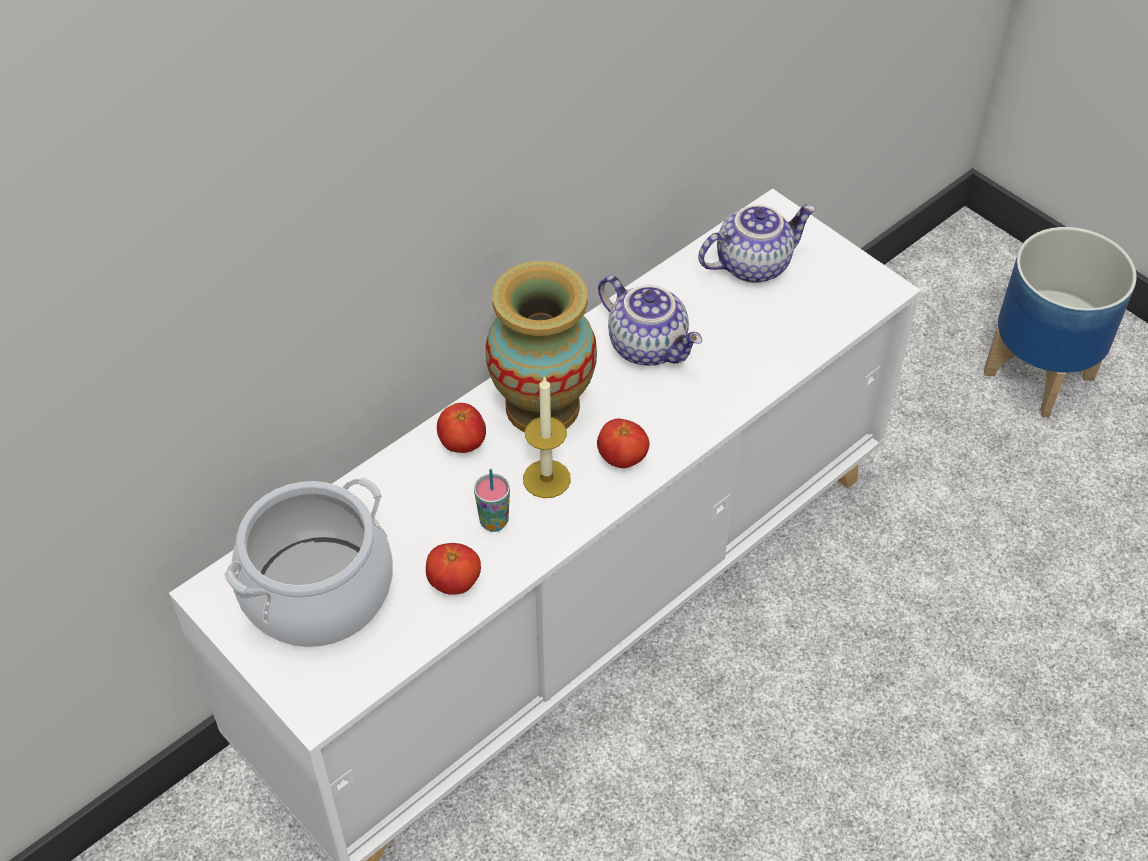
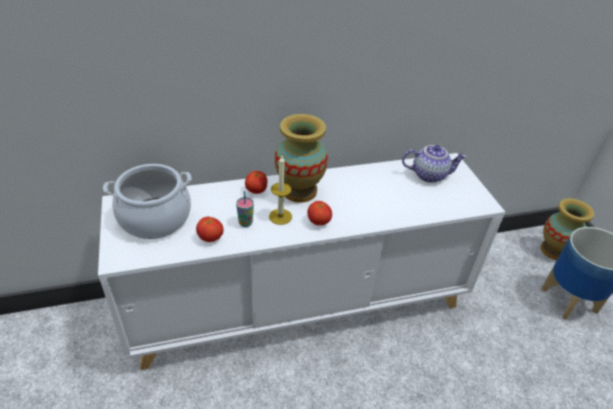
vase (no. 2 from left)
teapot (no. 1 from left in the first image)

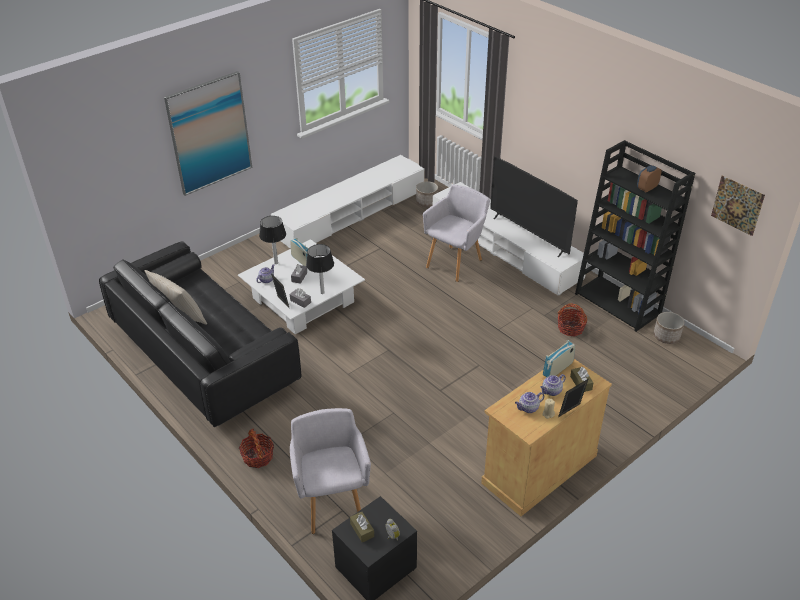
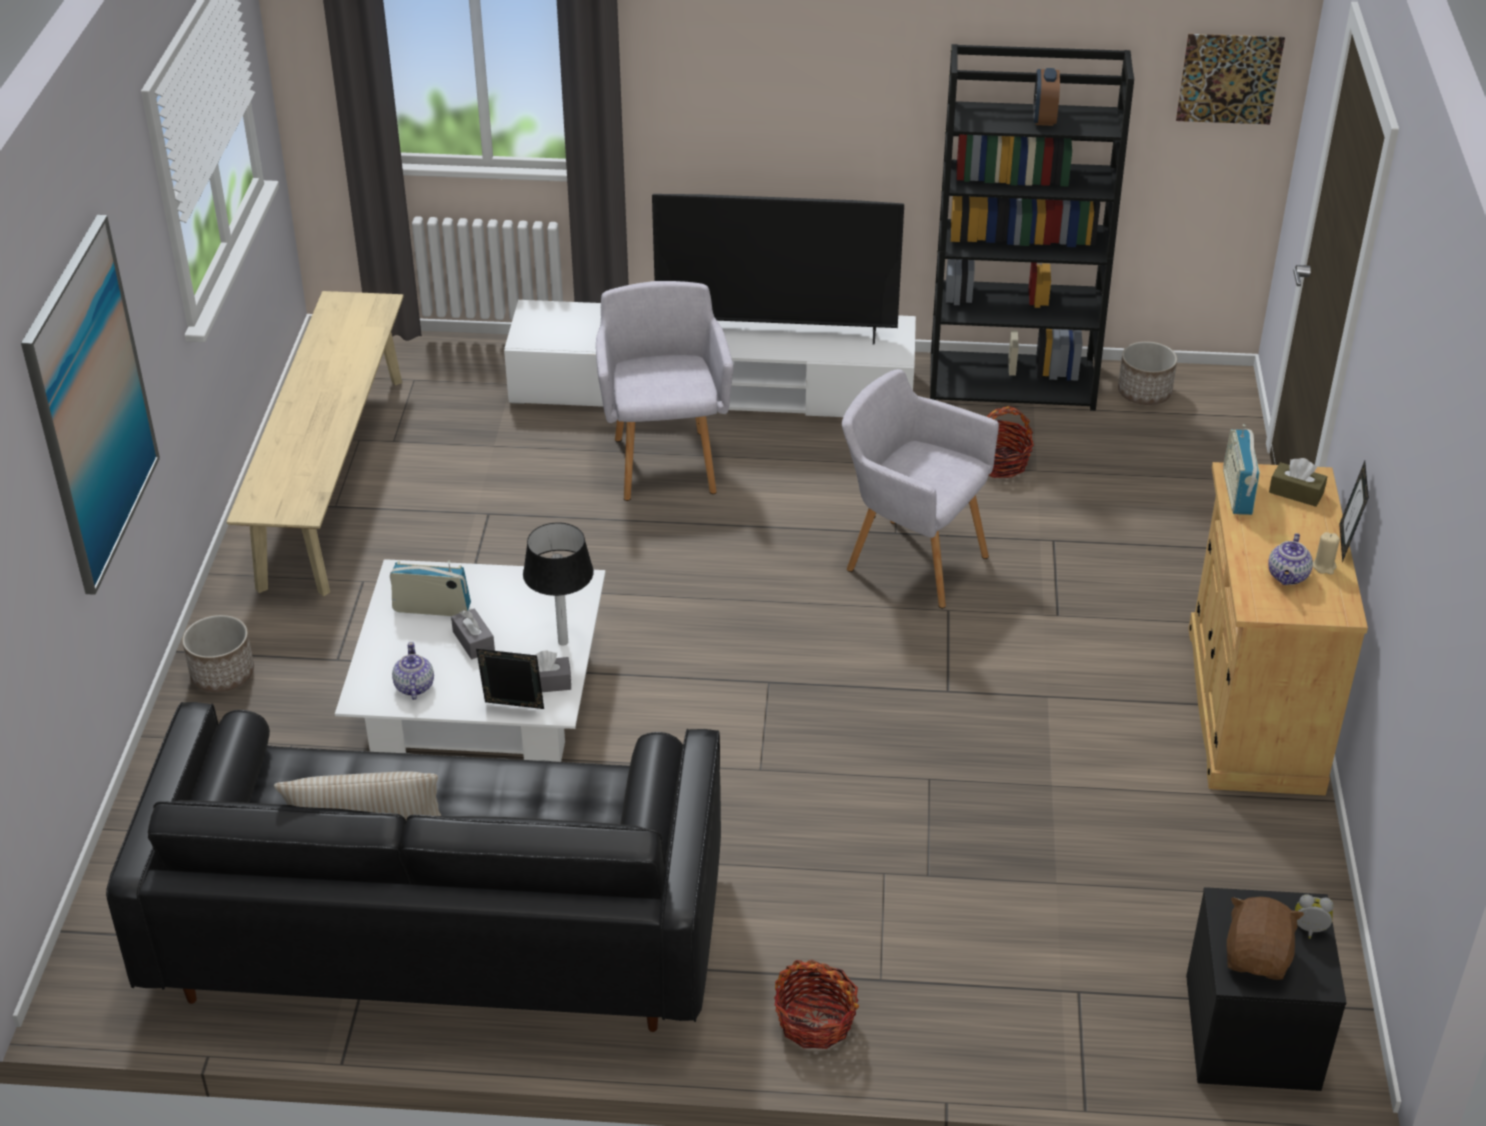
planter (no. 1 from left)
bench (beige)
armchair (grey) (no. 2 from left)
plush toy (brown)
table lamp (no. 1 from left in the first image)
teapot (no. 3 from left in the first image)

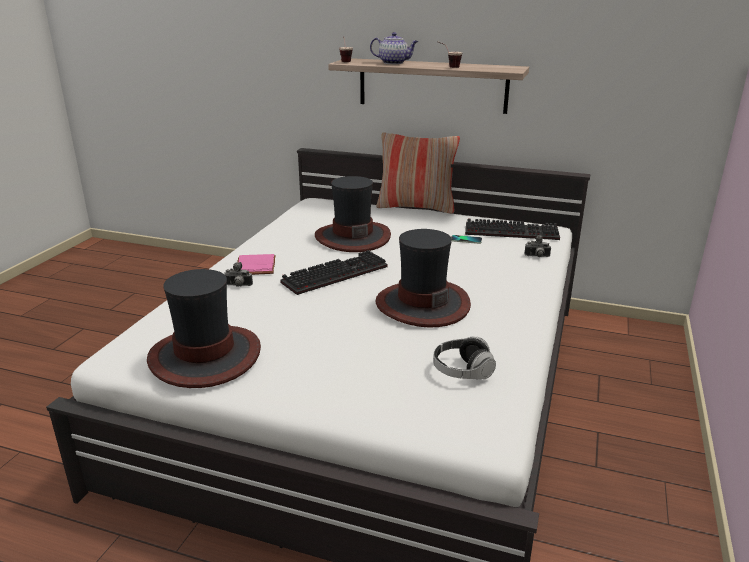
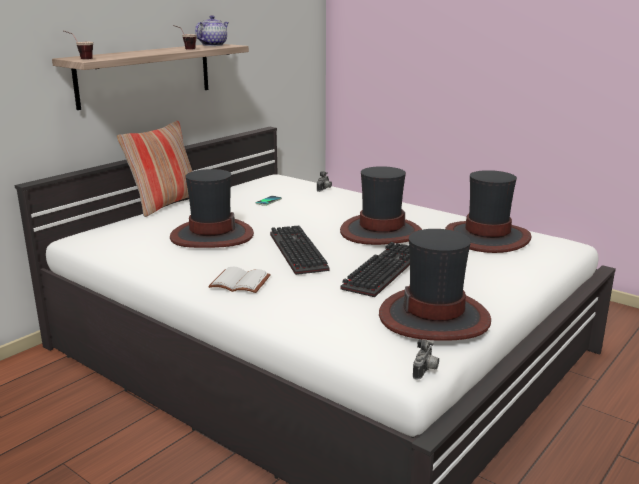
teapot
book (white)
keyboard (no. 2 from left)
photo camera (no. 2 from left)
hat (no. 4 from left)

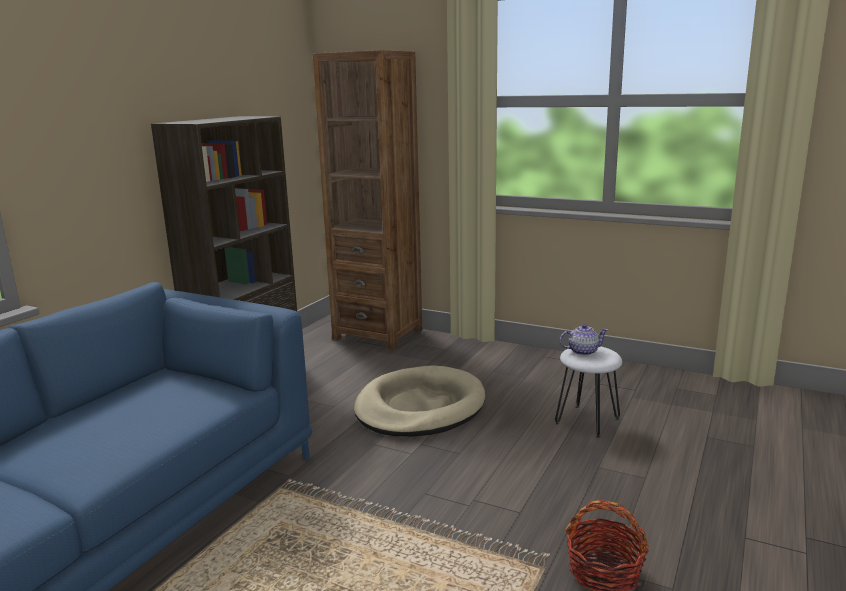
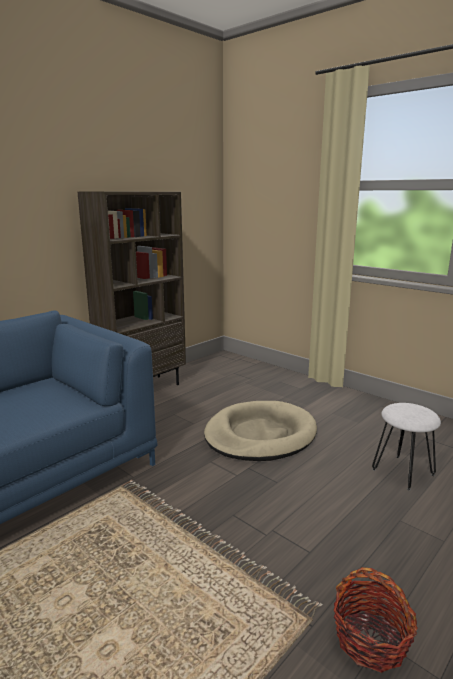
bookcase (brown) (no. 2 from left in the first image)
teapot

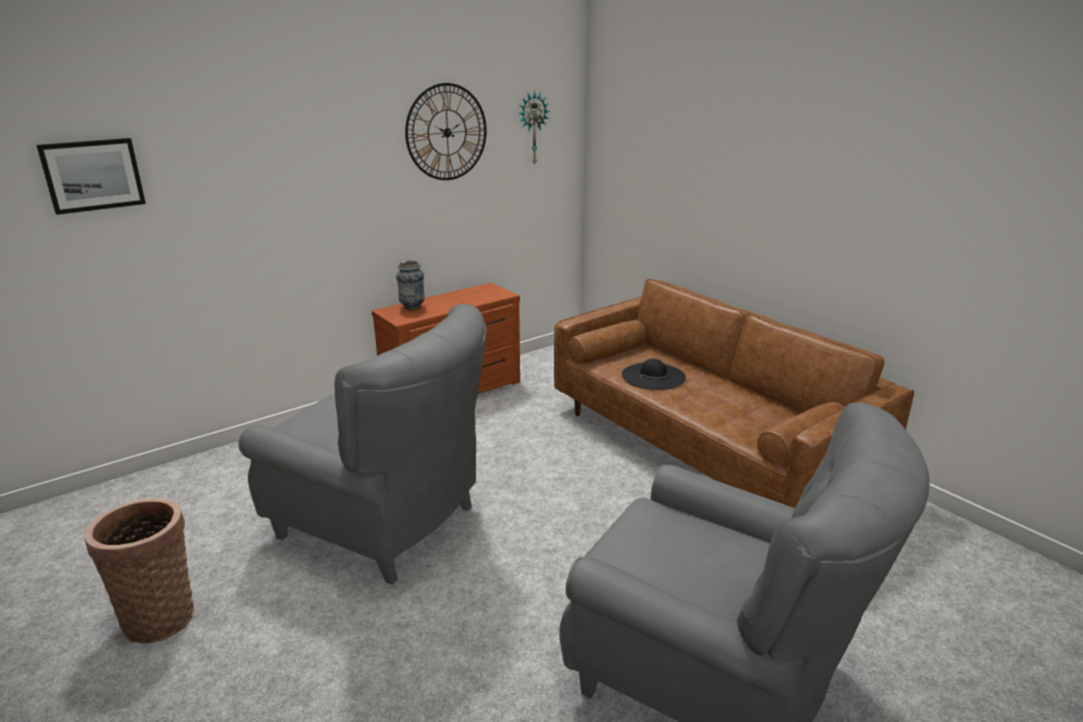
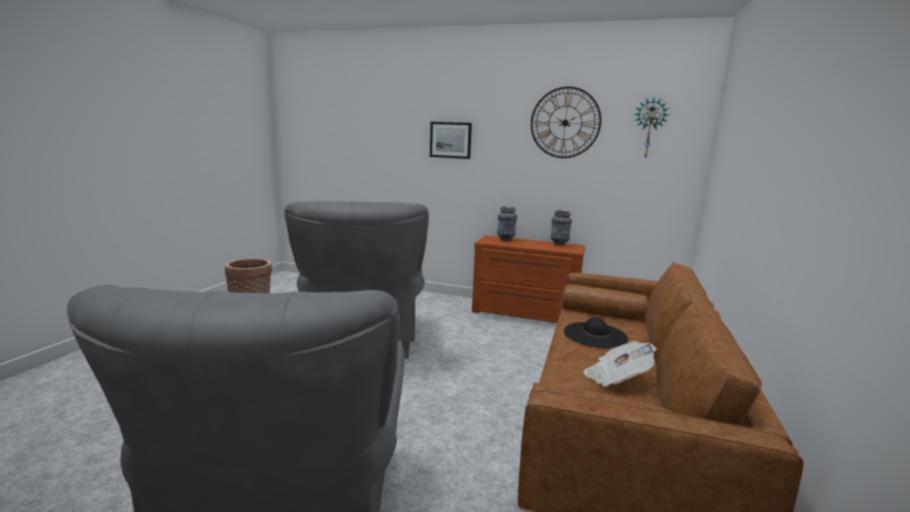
picture
vase (no. 2 from left)
newspaper

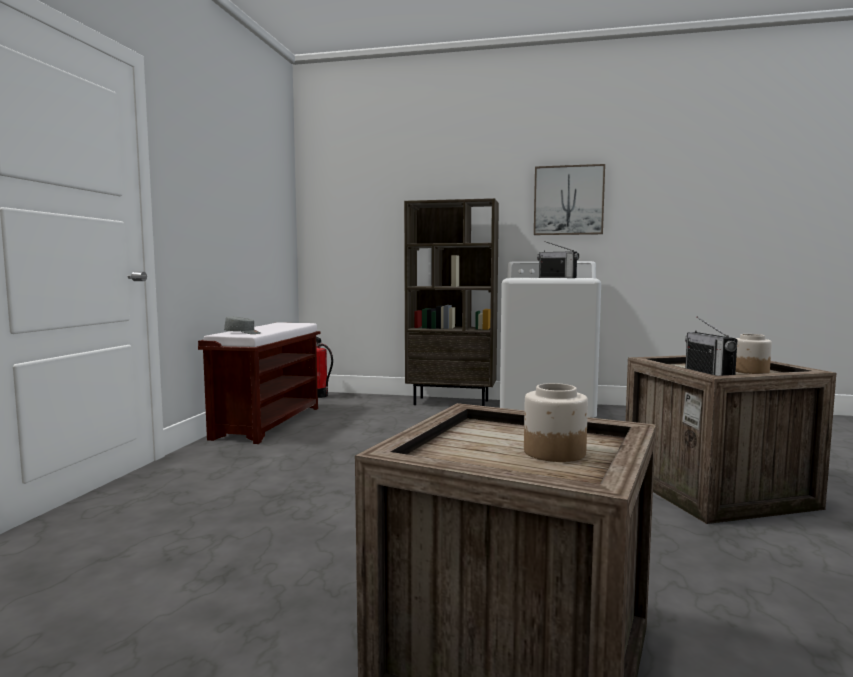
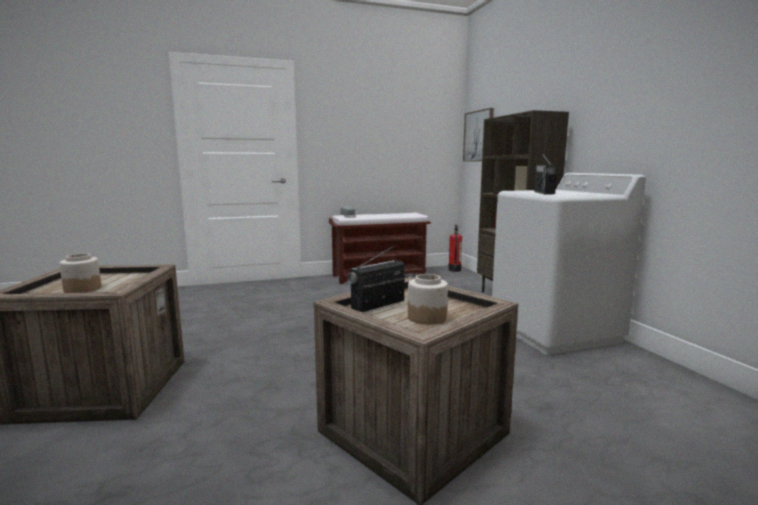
picture

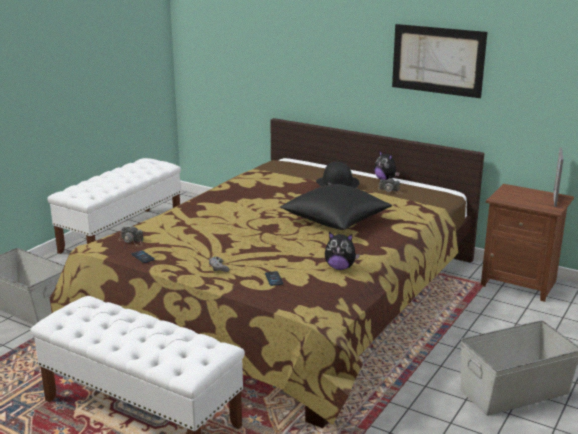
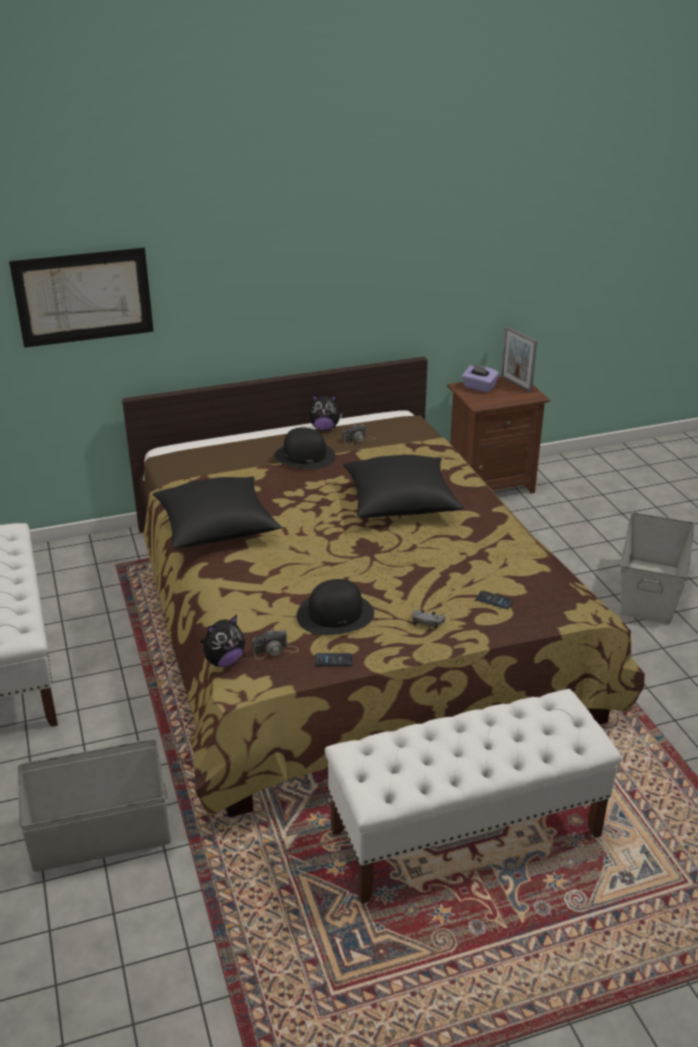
picture
pillow (black) (no. 1 from left)
plush toy (no. 1 from left)
hat (black) (no. 2 from left)
tissue box (purple)

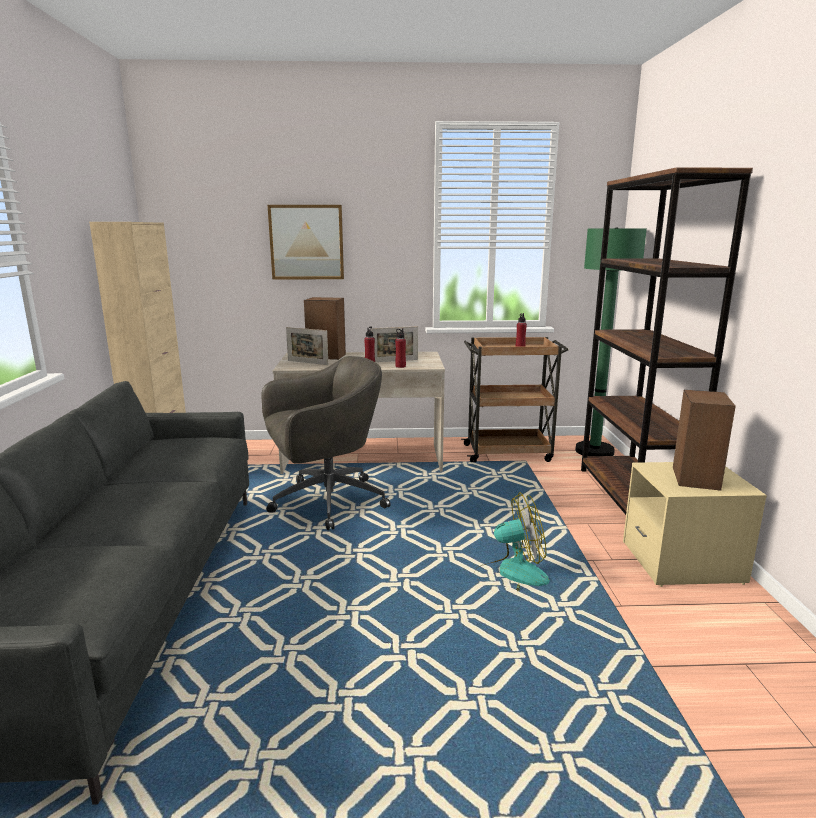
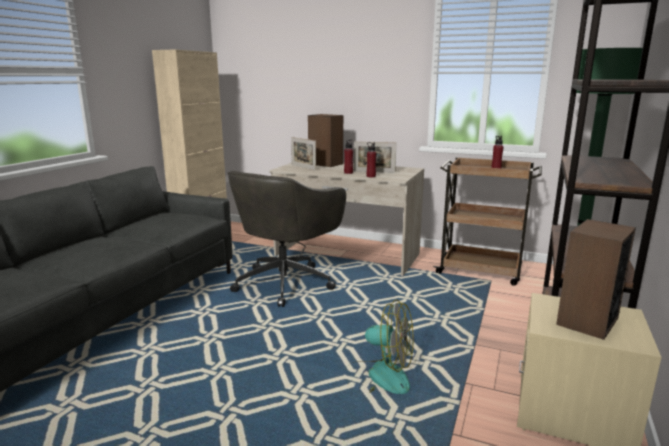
office chair (grey)
picture

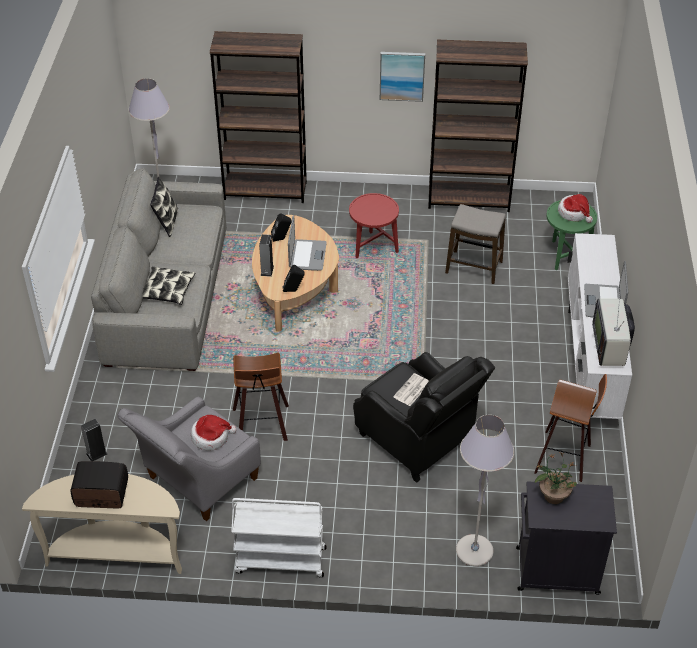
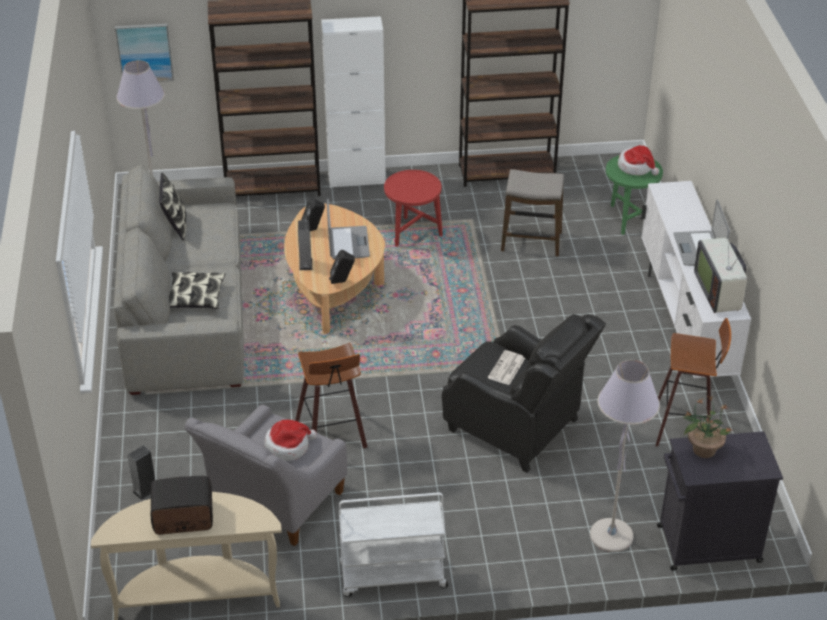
picture
cabinet (white)

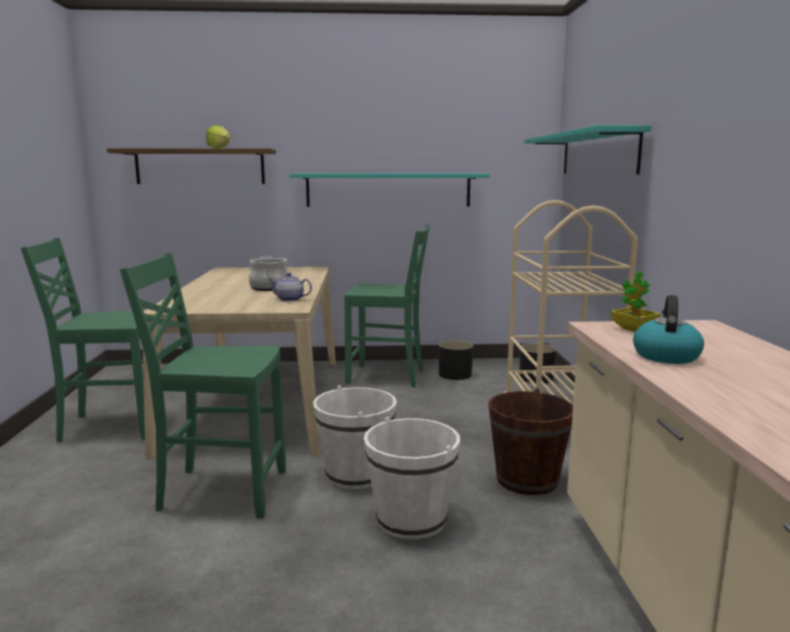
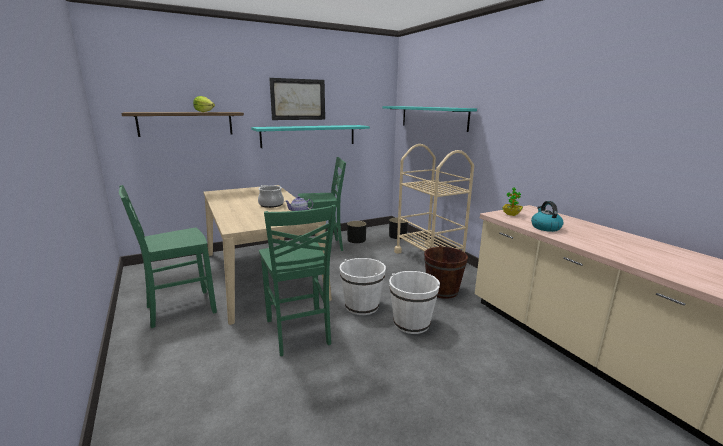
chair (green) (no. 2 from left)
picture

